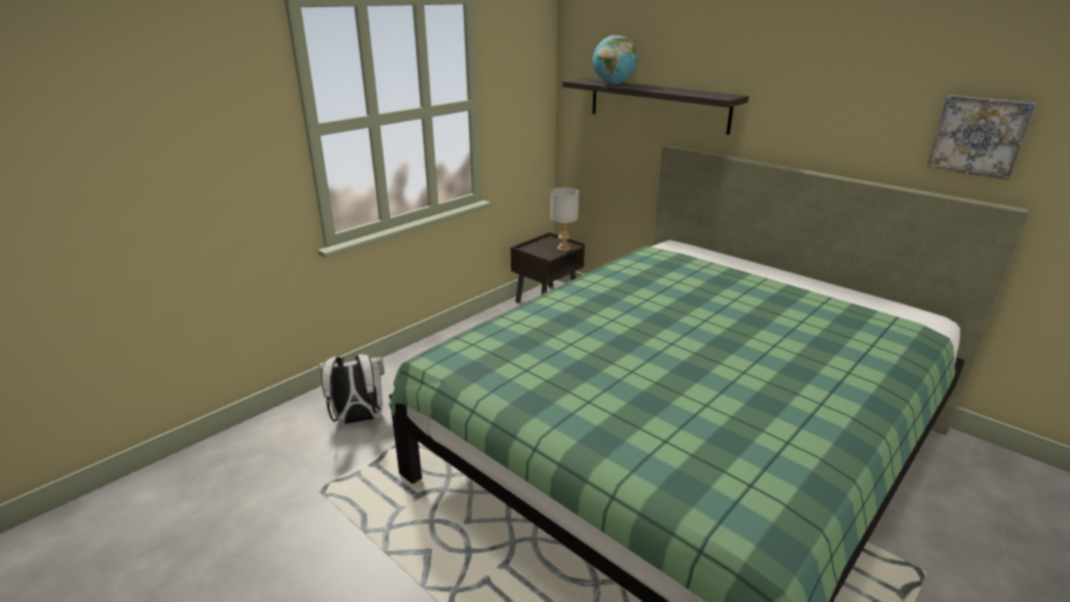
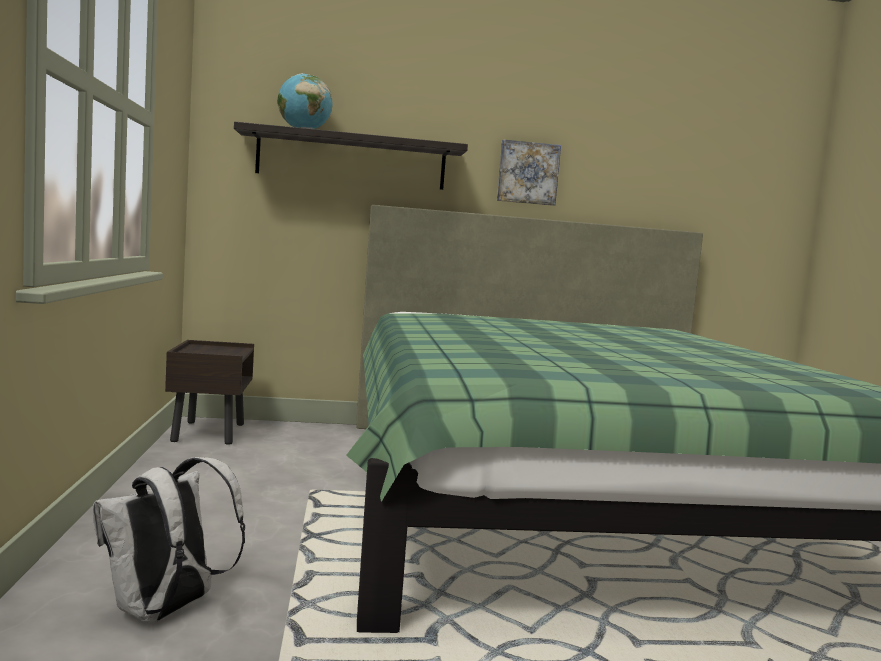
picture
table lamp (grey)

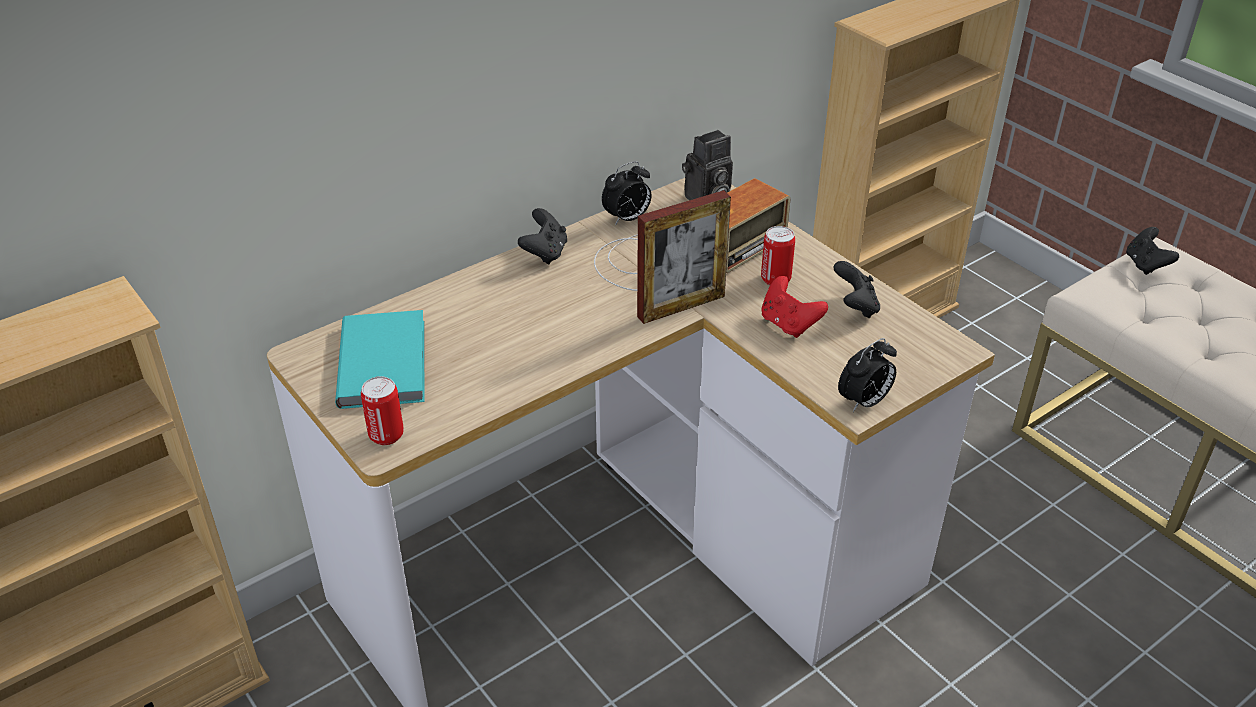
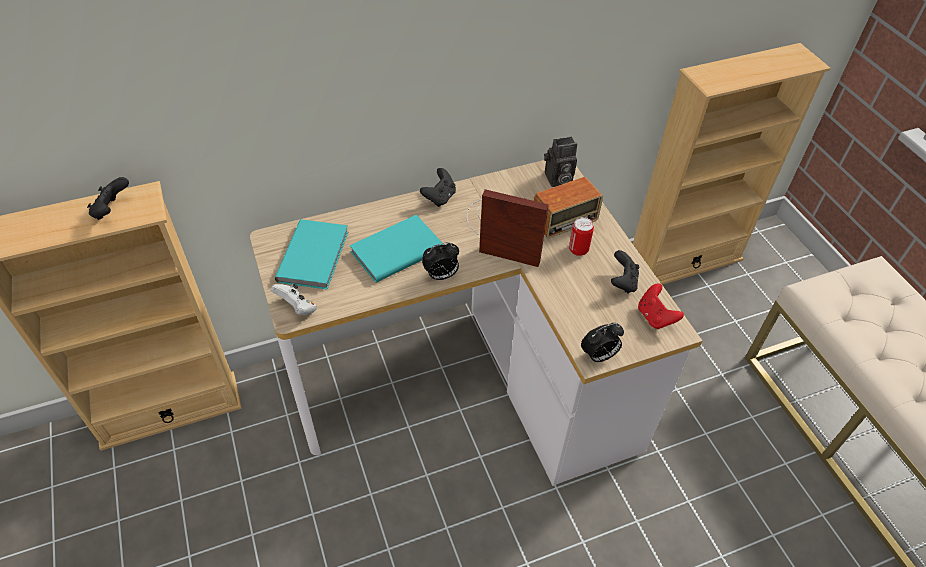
game controller (black) (no. 1 from left)
game controller (white)
book (turquoise) (no. 2 from left)
alarm clock (no. 1 from left)
picture frame
game controller (red)

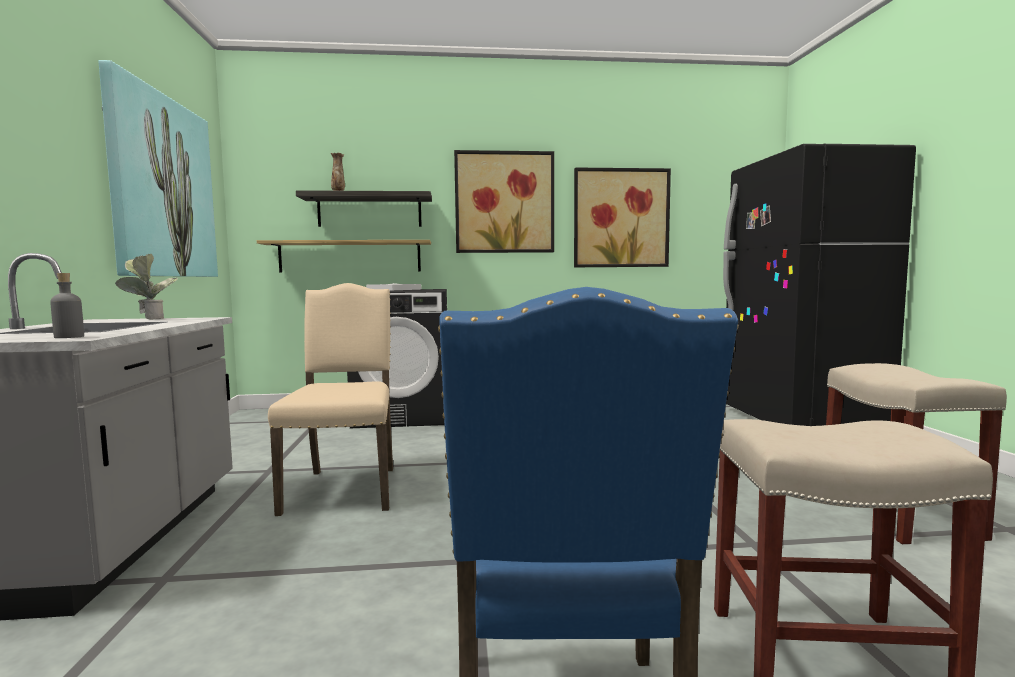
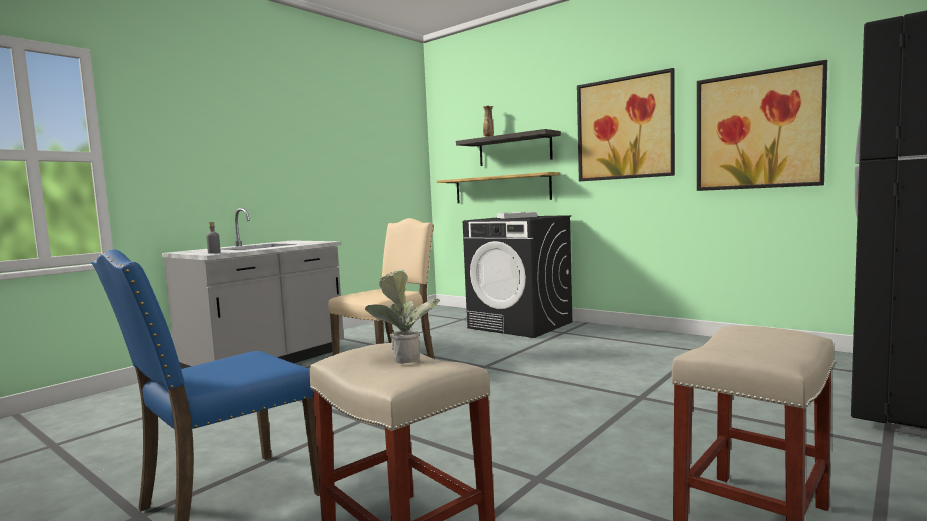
potted plant
picture (no. 1 from left in the first image)

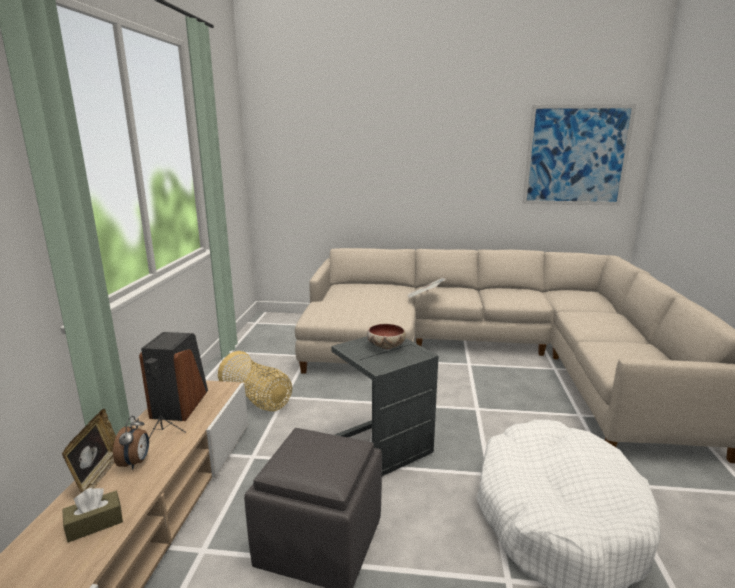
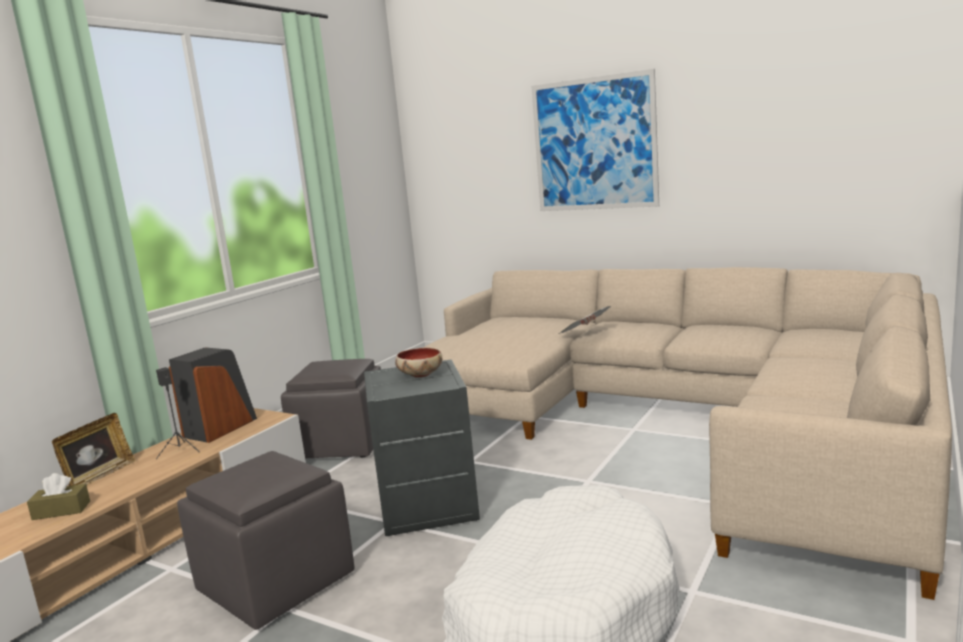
ottoman (grey) (no. 2 from left)
picture
alarm clock

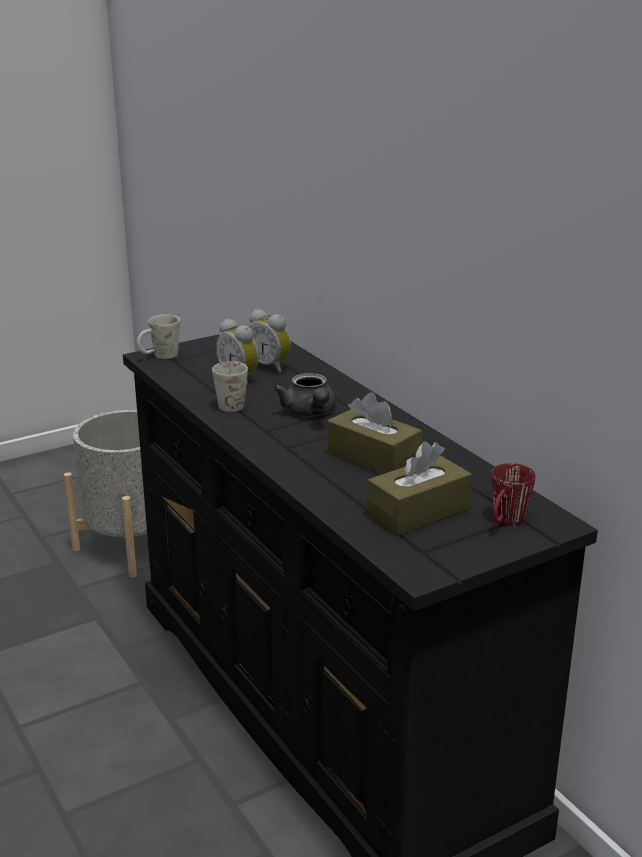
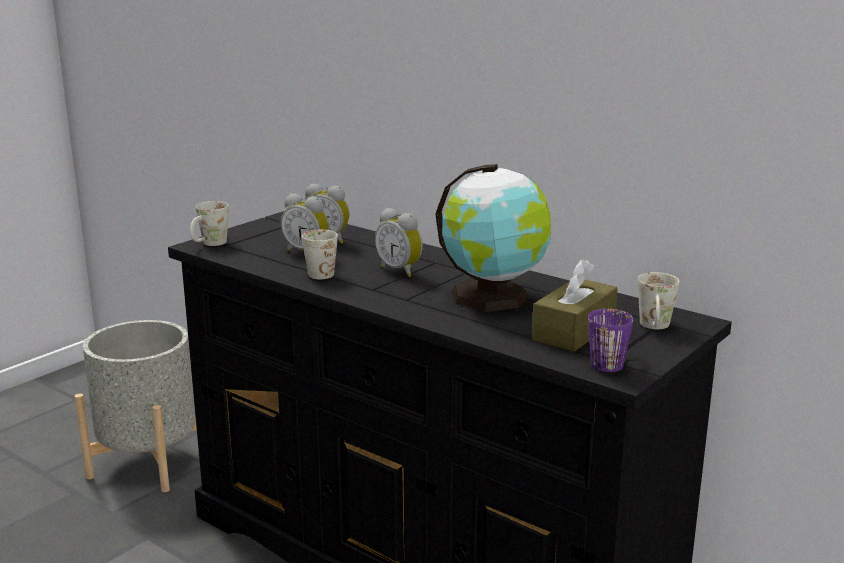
alarm clock (no. 3 from left)
globe
mug (purple)
mug (white) (no. 3 from left)

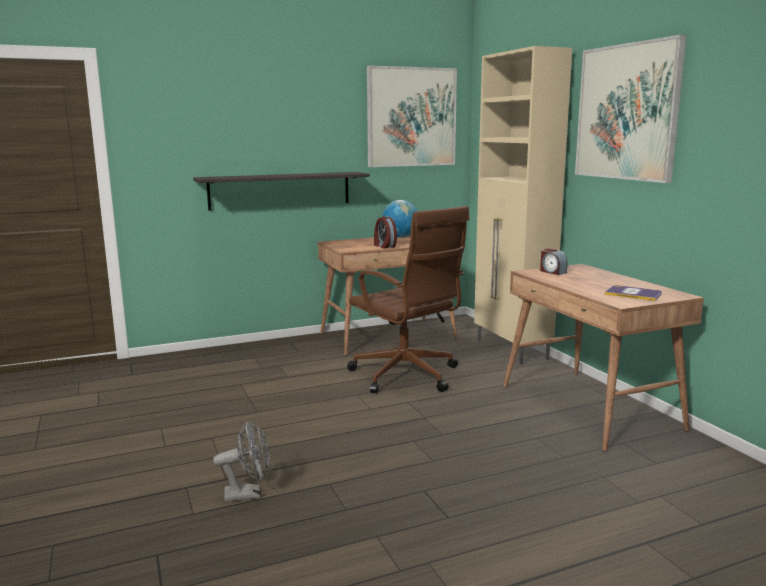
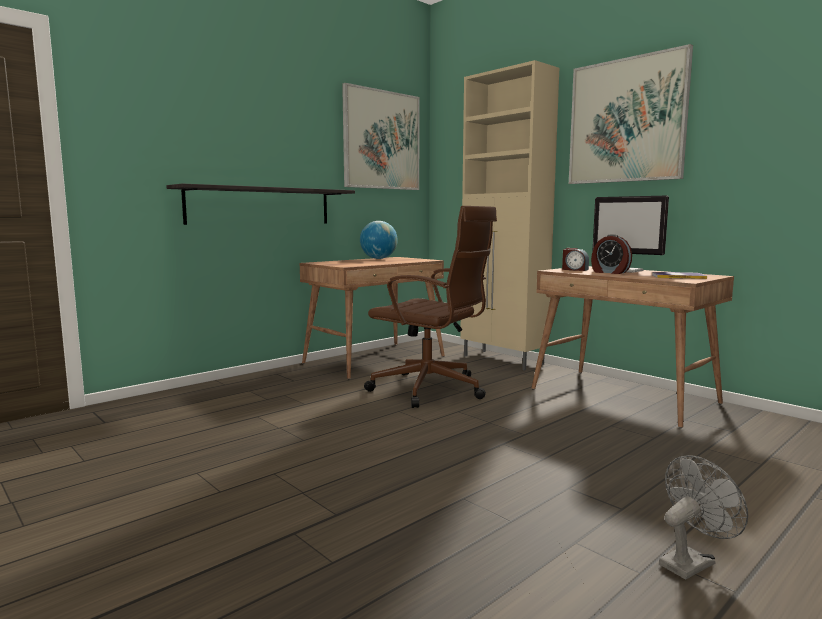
alarm clock (no. 2 from left)
monitor
fan (grey)

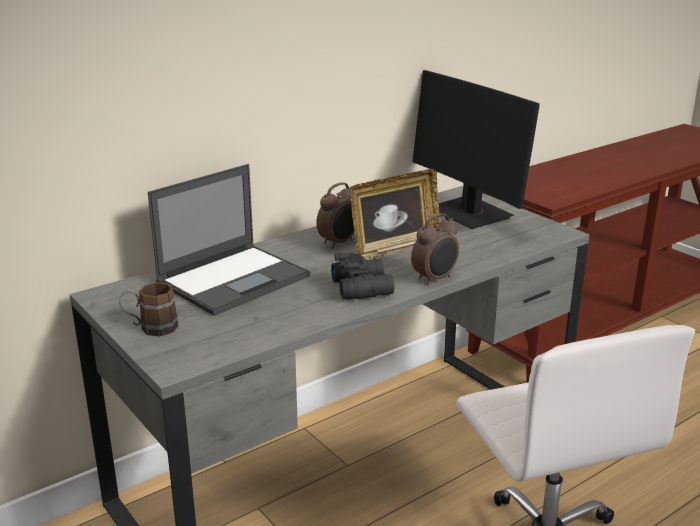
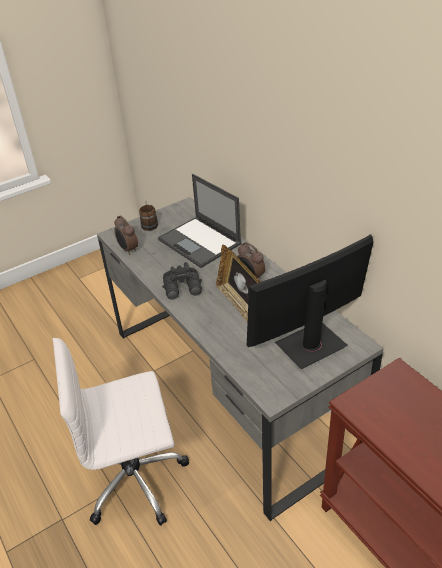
alarm clock (no. 1 from left)

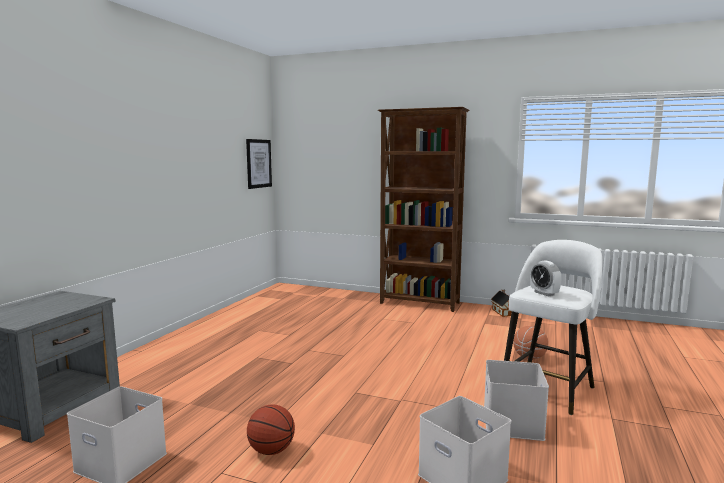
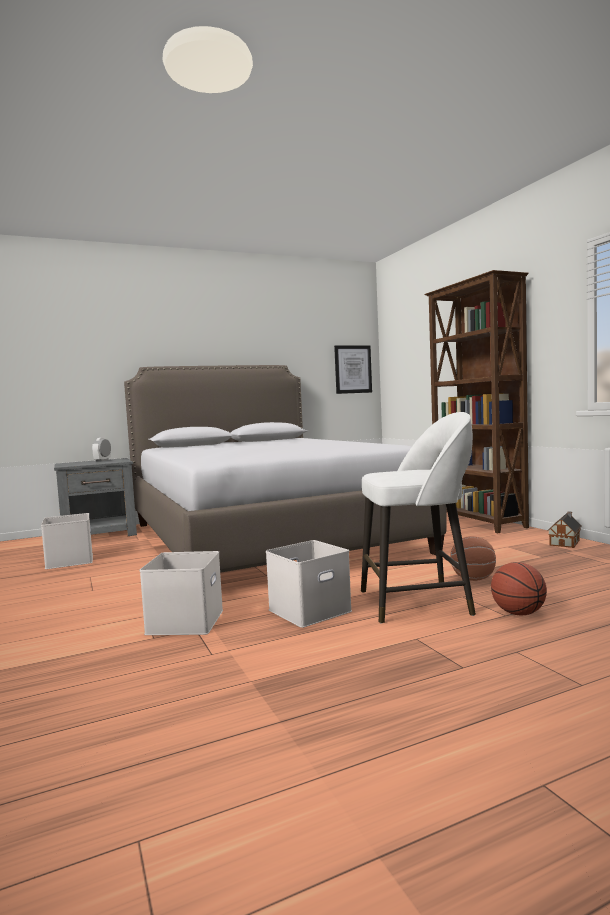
alarm clock
bed
basketball (no. 2 from left)

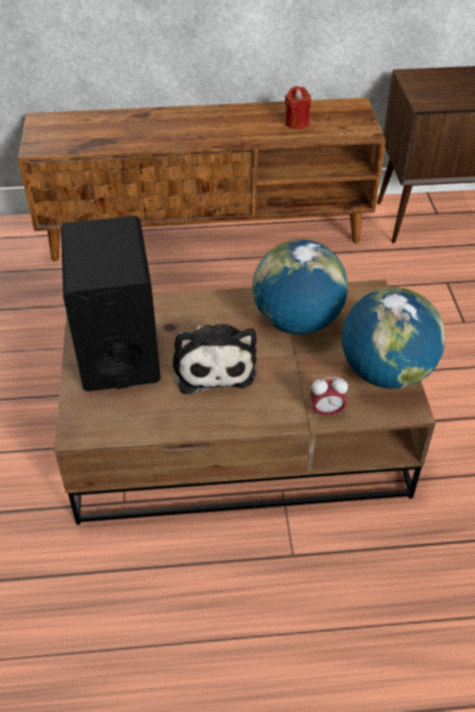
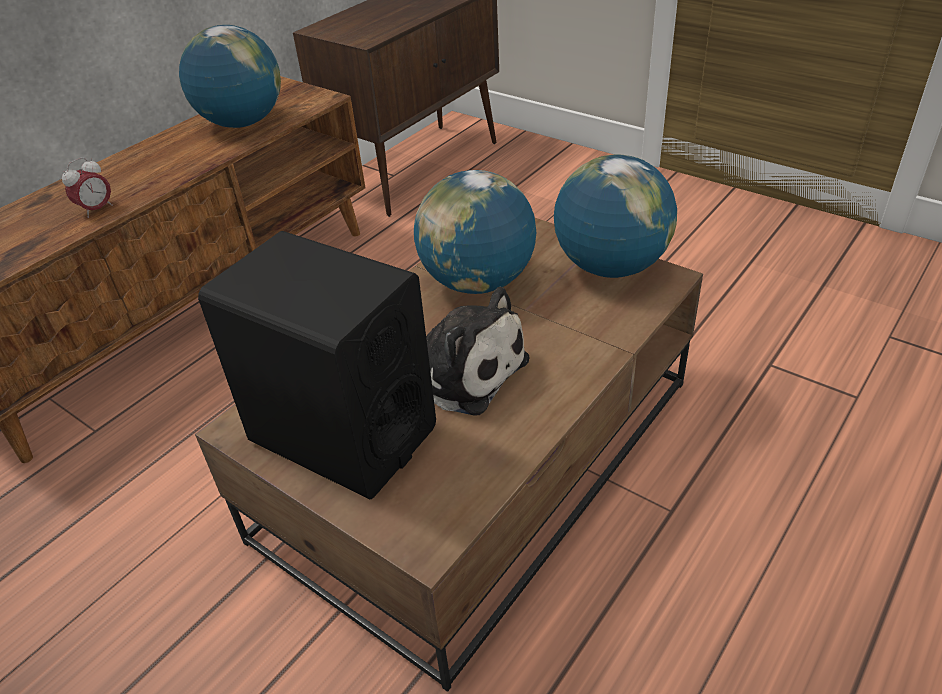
alarm clock
globe (no. 1 from left)

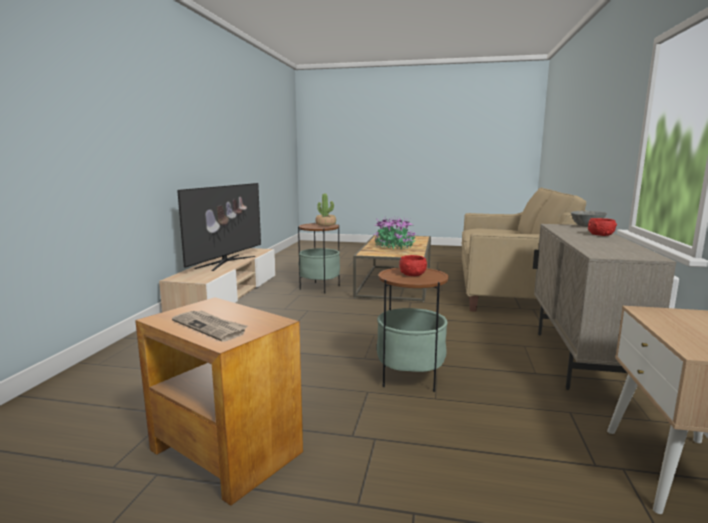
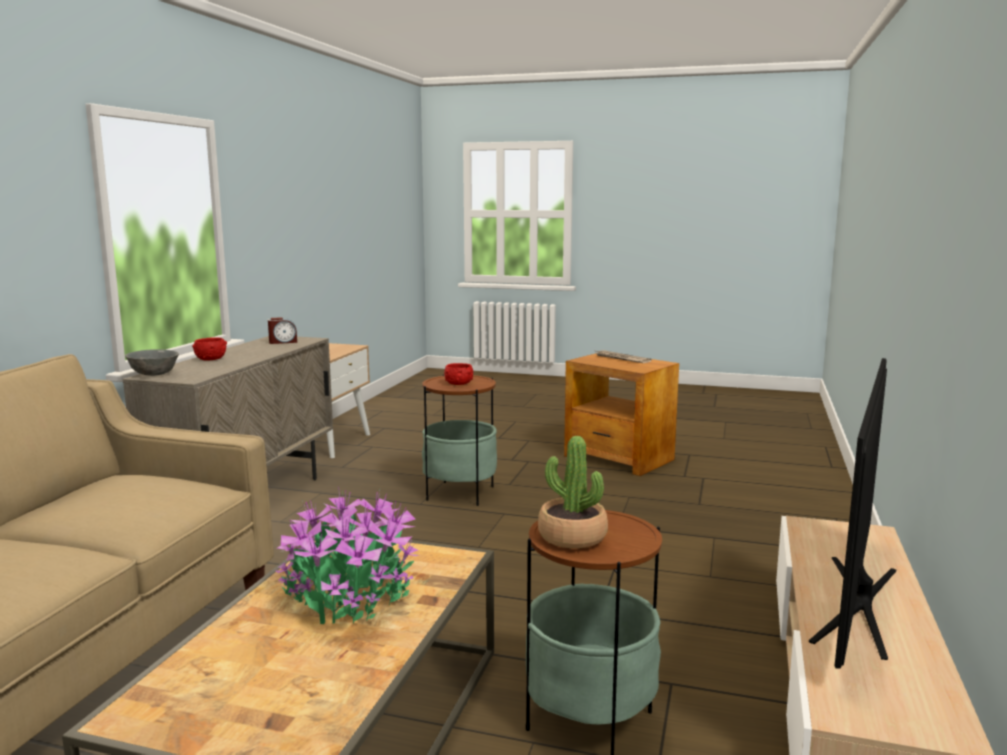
alarm clock

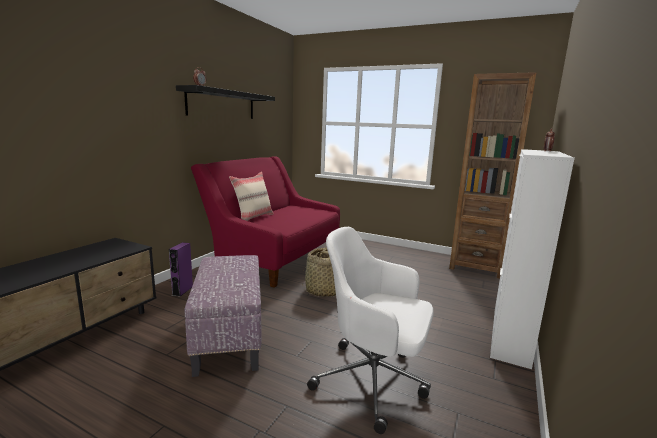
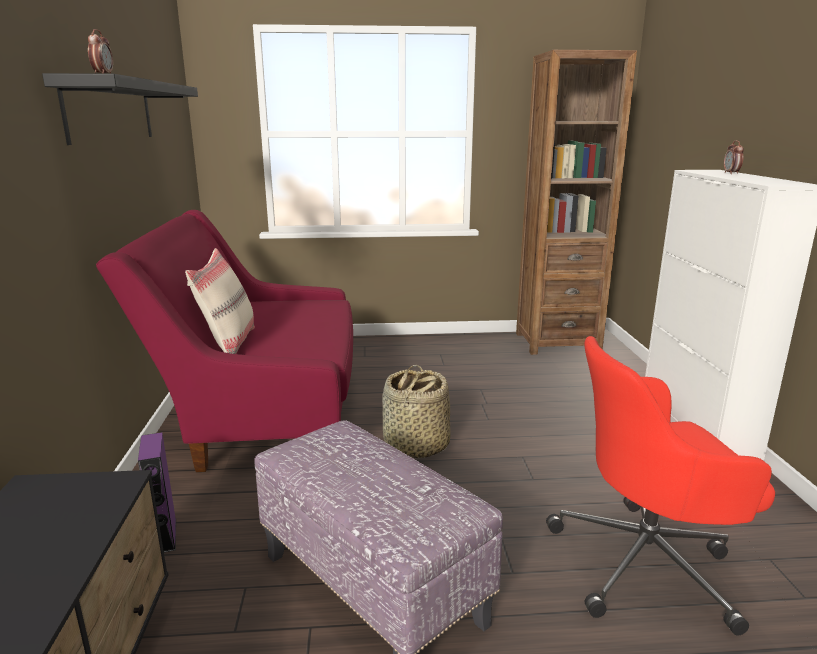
office chair (red)

